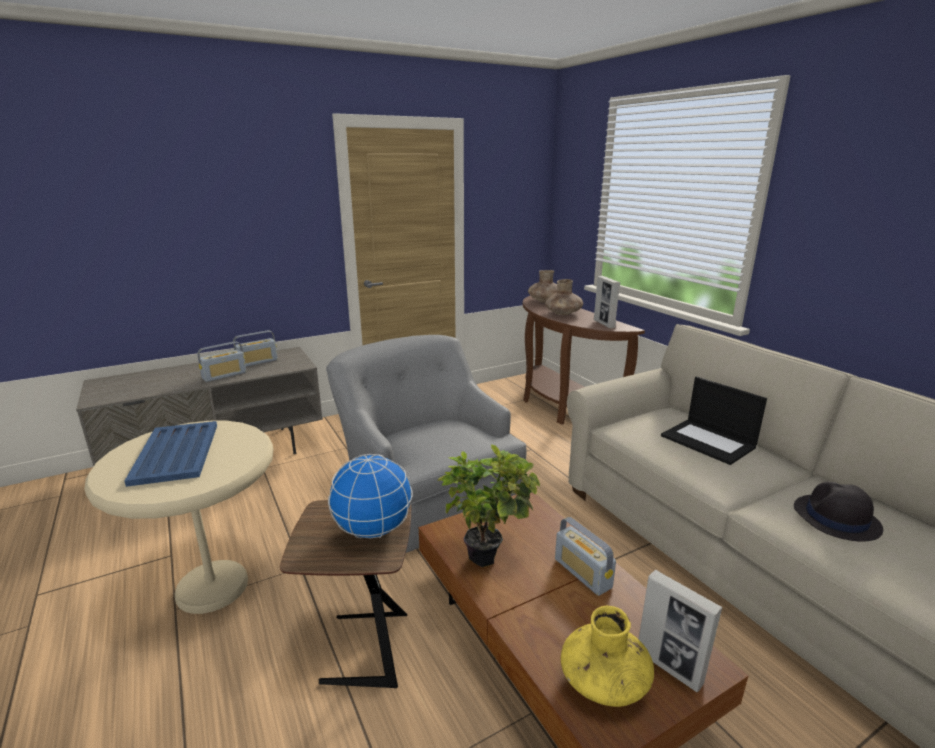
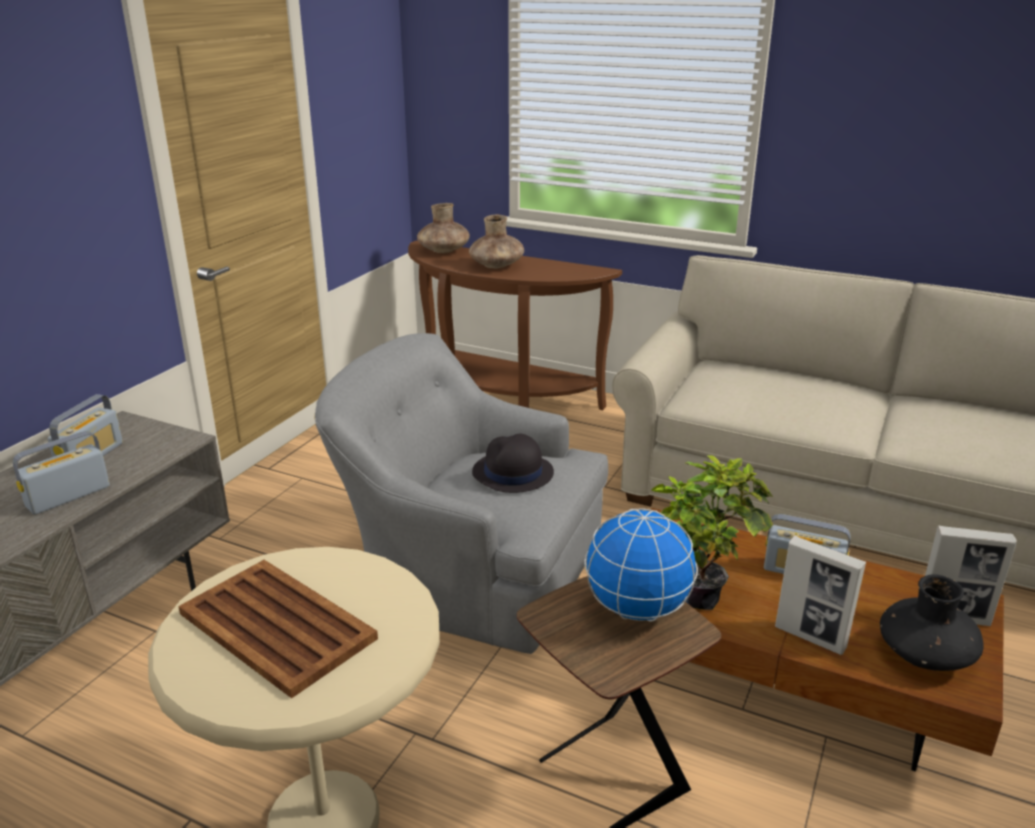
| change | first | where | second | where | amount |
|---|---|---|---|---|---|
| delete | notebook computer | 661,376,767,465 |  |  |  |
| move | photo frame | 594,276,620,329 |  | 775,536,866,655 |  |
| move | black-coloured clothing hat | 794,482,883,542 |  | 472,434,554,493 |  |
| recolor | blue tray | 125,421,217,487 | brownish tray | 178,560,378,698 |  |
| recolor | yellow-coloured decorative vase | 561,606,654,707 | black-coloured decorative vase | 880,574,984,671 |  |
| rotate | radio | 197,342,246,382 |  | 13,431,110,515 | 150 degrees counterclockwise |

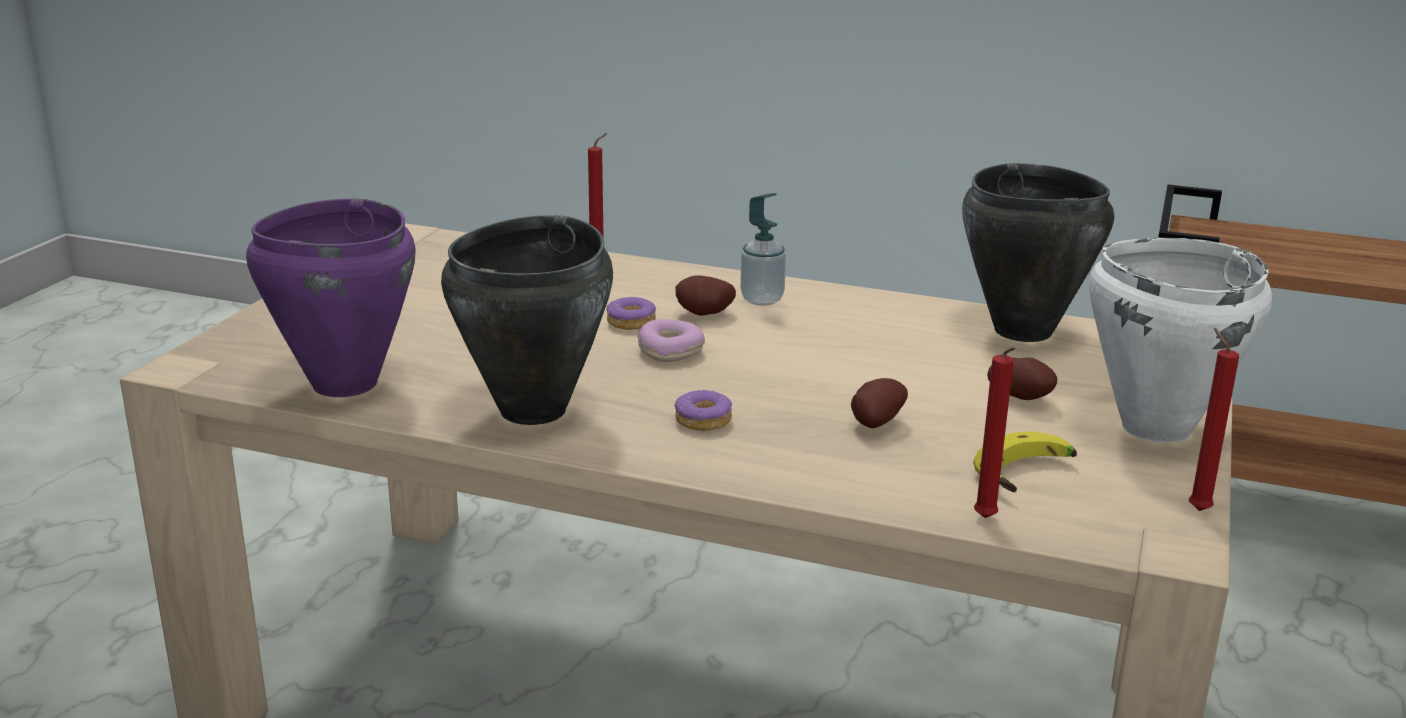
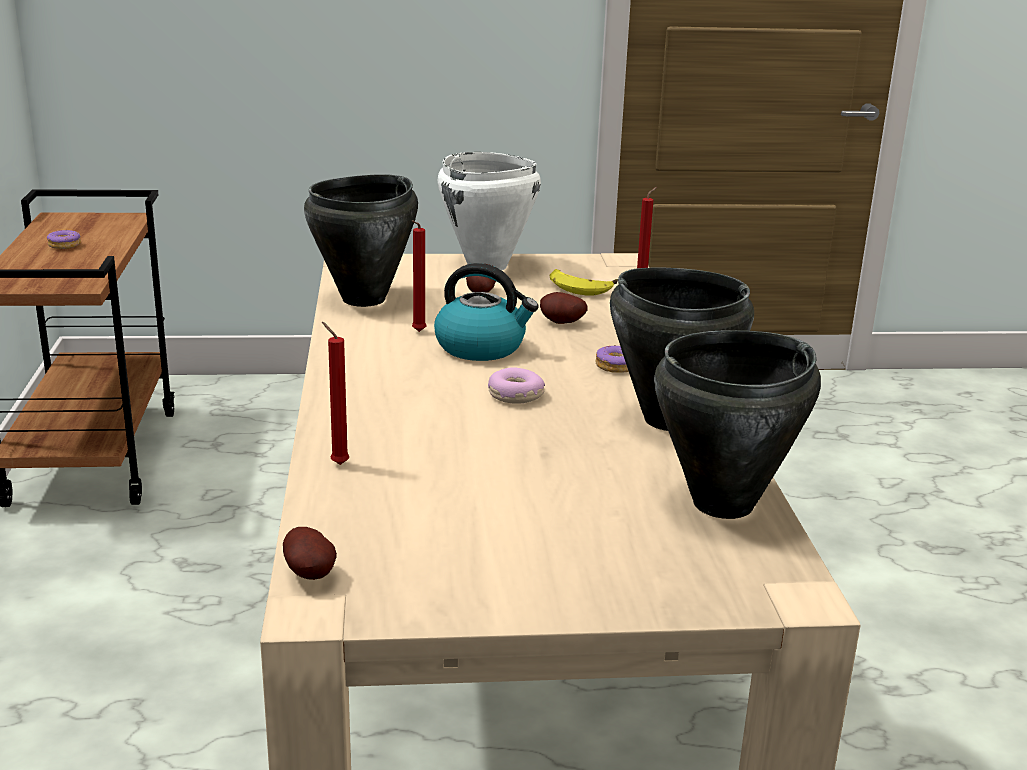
| change | first | where | second | where | amount |
|---|---|---|---|---|---|
| delete | soap bottle | 740,193,786,306 |  |  |  |
| insert |  |  | water kettle | 434,263,539,361 |  |
| move | ring doughnut | 606,296,656,330 |  | 47,230,81,249 |  |
| move | whole potato | 675,275,736,316 |  | 283,527,337,580 |  |
| move | red wax candle | 1189,328,1239,511 |  | 412,220,427,332 |  |
| recolor | purple-coloured stockpot | 246,198,416,397 | black-coloured stockpot | 654,330,821,519 |  |

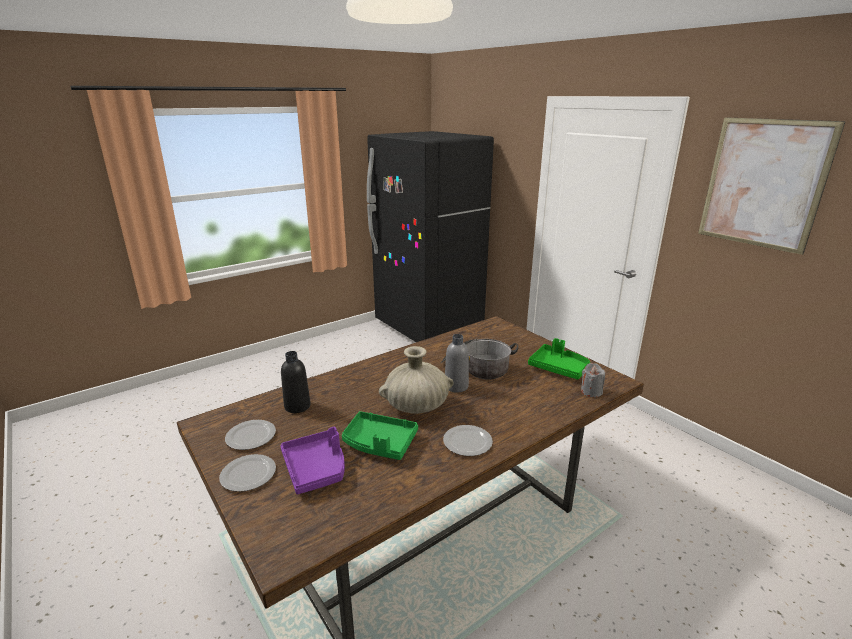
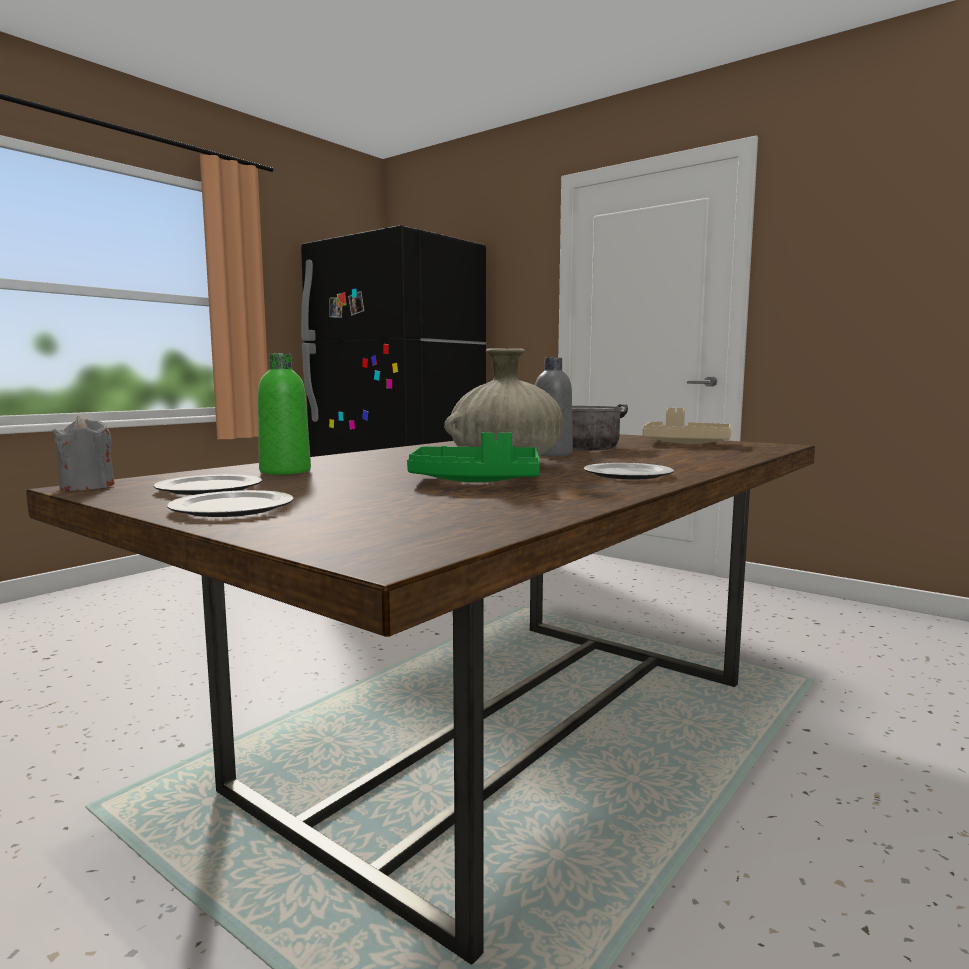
| change | first | where | second | where | amount |
|---|---|---|---|---|---|
| delete | purple-coloured tray | 280,427,345,494 |  |  |  |
| delete | wall picture | 698,117,845,255 |  |  |  |
| move | greyish wax candle | 581,363,605,397 |  | 52,416,115,491 |  |
| recolor | black-coloured beverage bottle | 281,351,311,413 | green beverage bottle | 258,354,311,475 |  |
| recolor | green tray | 528,338,590,380 | beige tray | 643,408,732,444 |  |

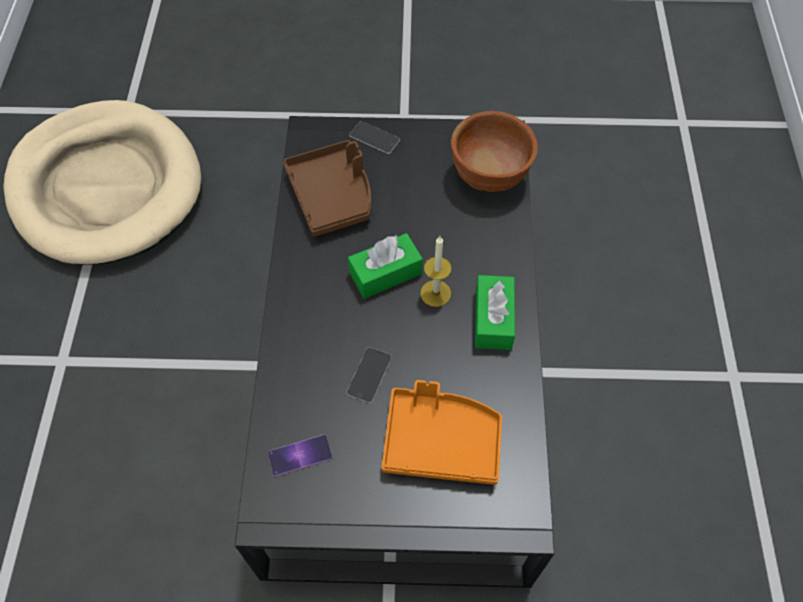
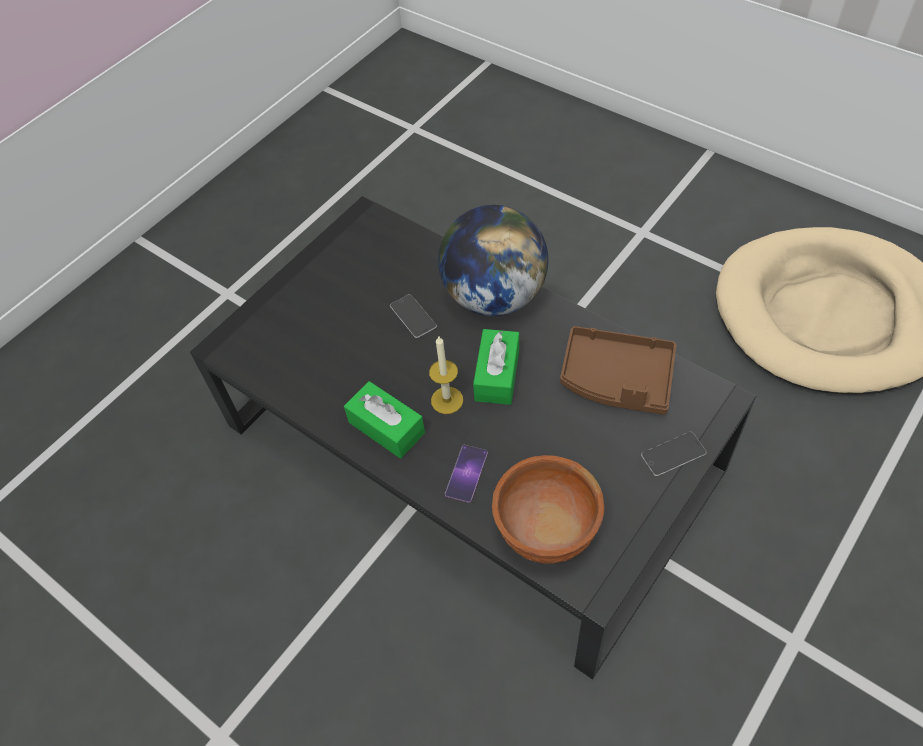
| change | first | where | second | where | amount |
|---|---|---|---|---|---|
| delete | orange tray | 382,380,502,485 |  |  |  |
| insert |  |  | globe | 438,205,548,316 |  |
| move | phone | 268,434,333,477 |  | 445,445,488,503 |  |

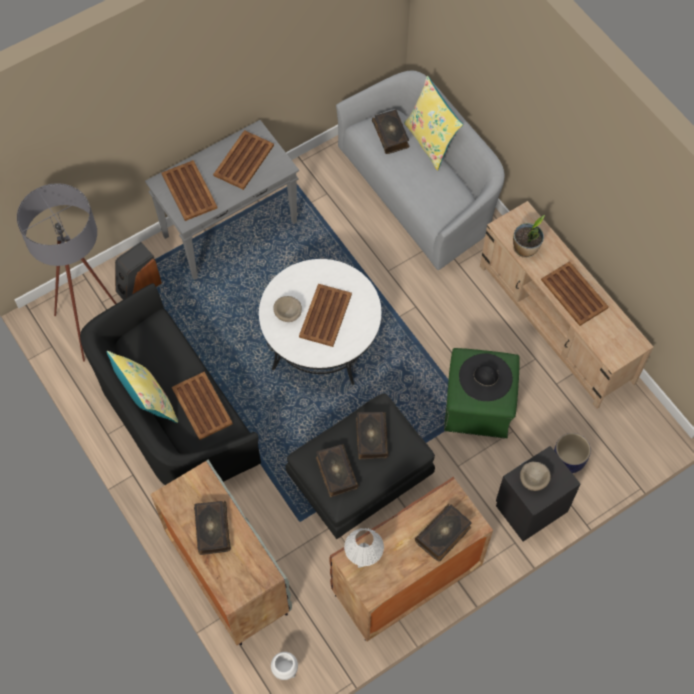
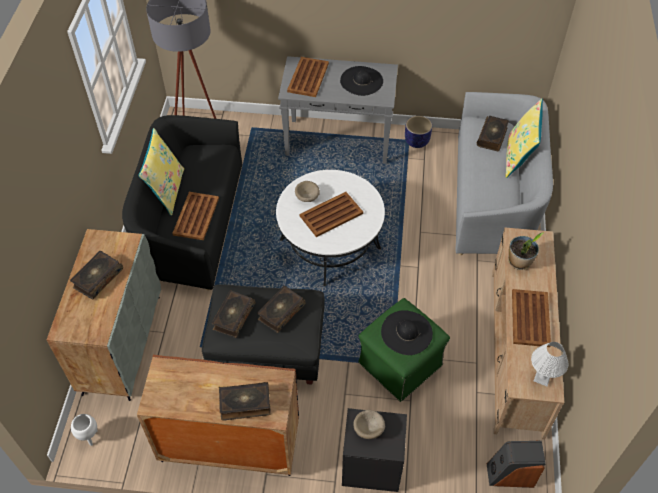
| change | first | where | second | where | amount |
|---|---|---|---|---|---|
| move | speaker | 115,242,162,300 |  | 487,440,546,488 |  |
| move | white lamp for a table | 344,528,384,568 |  | 531,342,568,386 |  |
| move | plant pot | 554,433,591,473 |  | 405,116,432,148 |  |
| replace | brownish tray | 213,130,274,190 | black-coloured clothing hat | 340,66,383,96 |  |

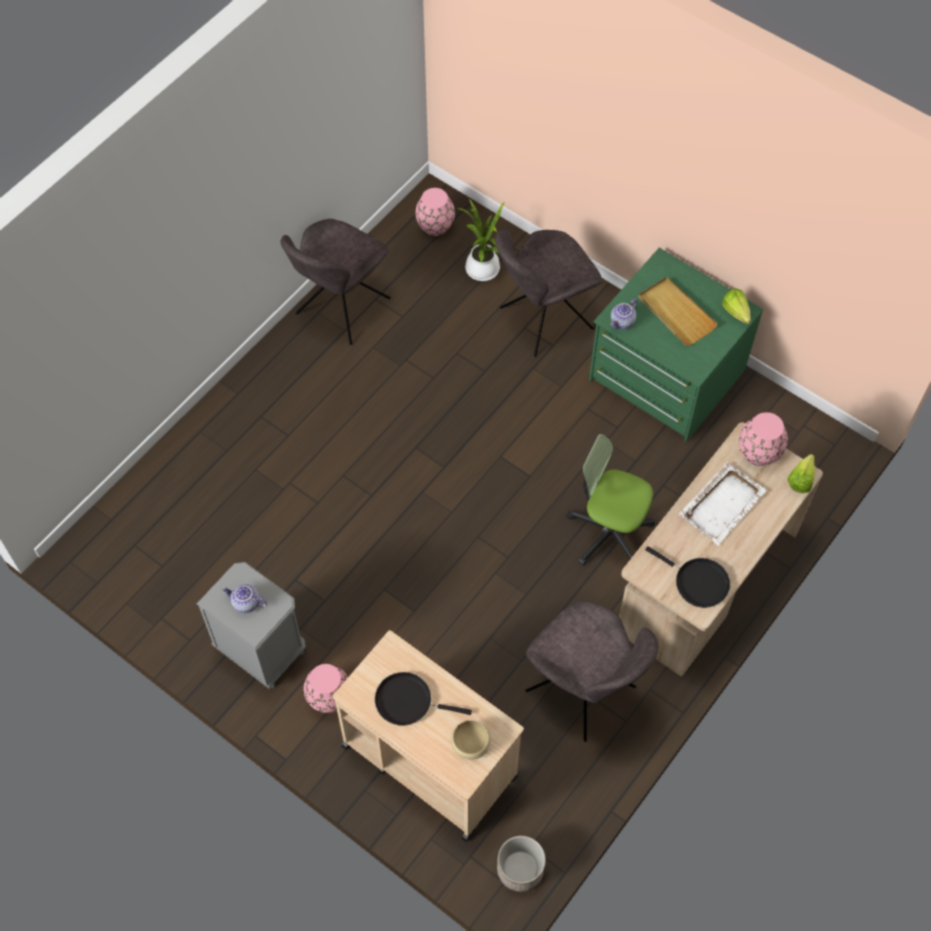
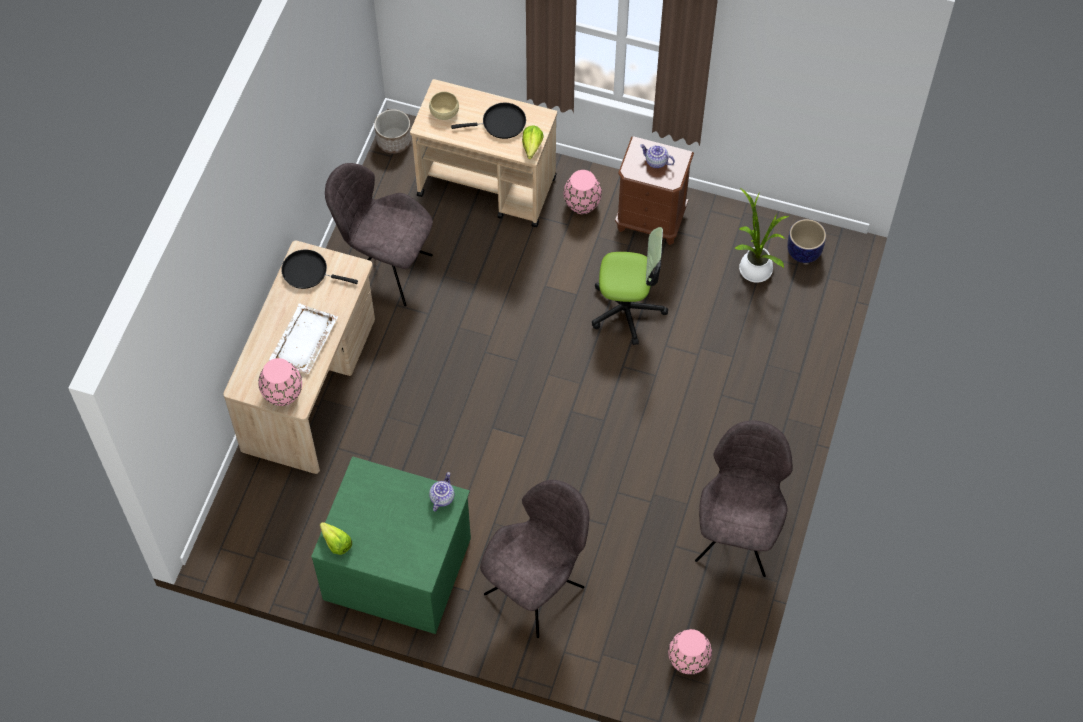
| change | first | where | second | where | amount |
|---|---|---|---|---|---|
| delete | beige tray | 638,277,718,346 |  |  |  |
| insert |  |  | plant pot | 788,219,826,263 |  |
| move | potted plant | 457,199,504,281 |  | 734,188,789,283 |  |
| move | computer chair | 566,434,655,566 |  | 592,227,668,345 |  |
| move | lettuce | 788,454,815,493 |  | 522,125,544,159 |  |
| recolor | greyish nightstand | 197,562,306,688 | brownish nightstand | 615,136,694,245 |  |
| rotate | teapot | 221,584,267,613 |  | 640,144,675,168 | 150 degrees counterclockwise |

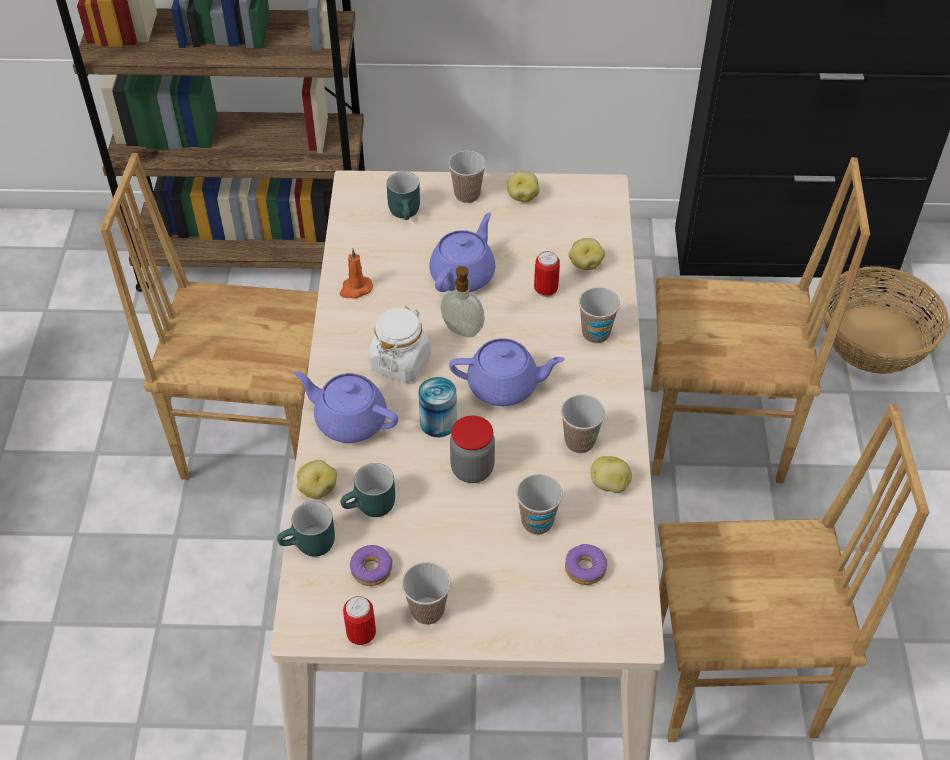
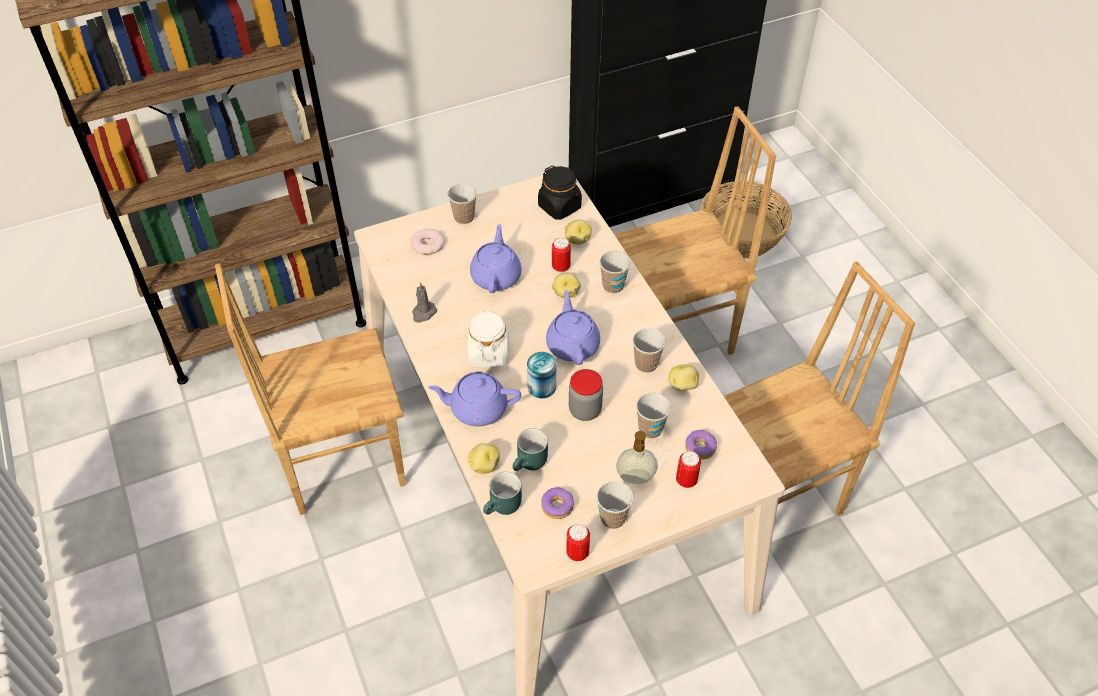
| change | first | where | second | where | amount |
|---|---|---|---|---|---|
| insert |  |  | black-coloured storage jar | 538,165,582,220 |  |
| insert |  |  | can | 676,451,701,488 |  |
| move | soap bottle | 441,266,485,337 |  | 616,431,658,484 |  |
| move | whole potato | 507,171,540,203 |  | 552,272,581,298 |  |
| replace | turquoise coffee mug | 387,172,420,220 | ring doughnut | 410,229,445,255 |  |
| recolor | orange wax candle | 340,249,373,298 | greyish wax candle | 412,282,437,323 |  |
| rotate | purple-coloured teapot | 449,338,565,406 |  | 546,290,600,365 | 75 degrees counterclockwise |

